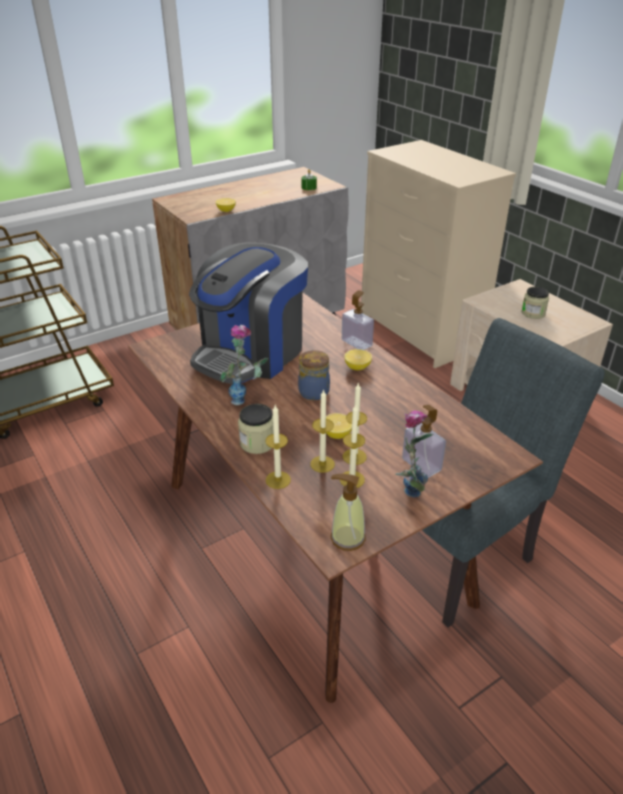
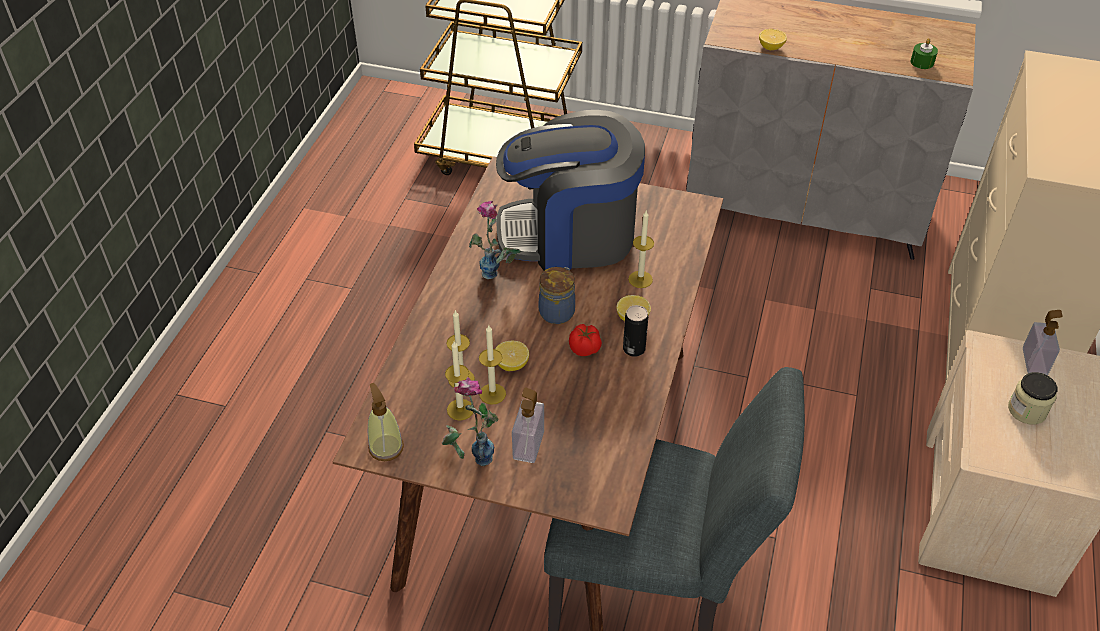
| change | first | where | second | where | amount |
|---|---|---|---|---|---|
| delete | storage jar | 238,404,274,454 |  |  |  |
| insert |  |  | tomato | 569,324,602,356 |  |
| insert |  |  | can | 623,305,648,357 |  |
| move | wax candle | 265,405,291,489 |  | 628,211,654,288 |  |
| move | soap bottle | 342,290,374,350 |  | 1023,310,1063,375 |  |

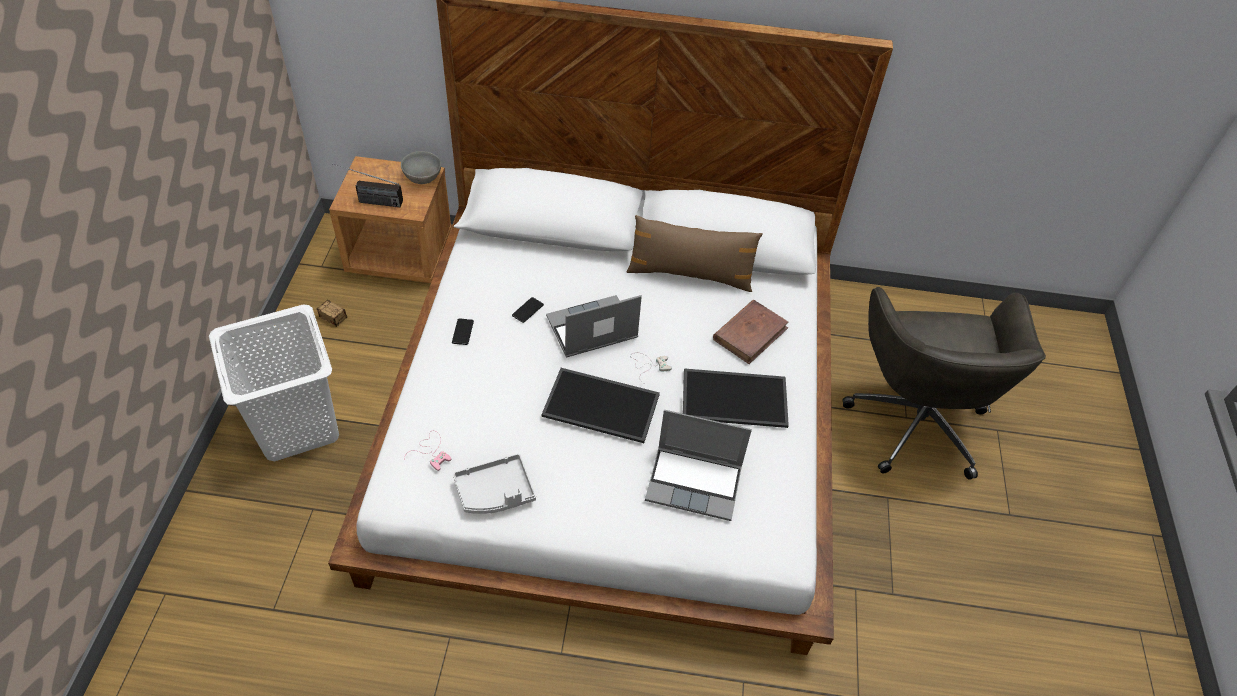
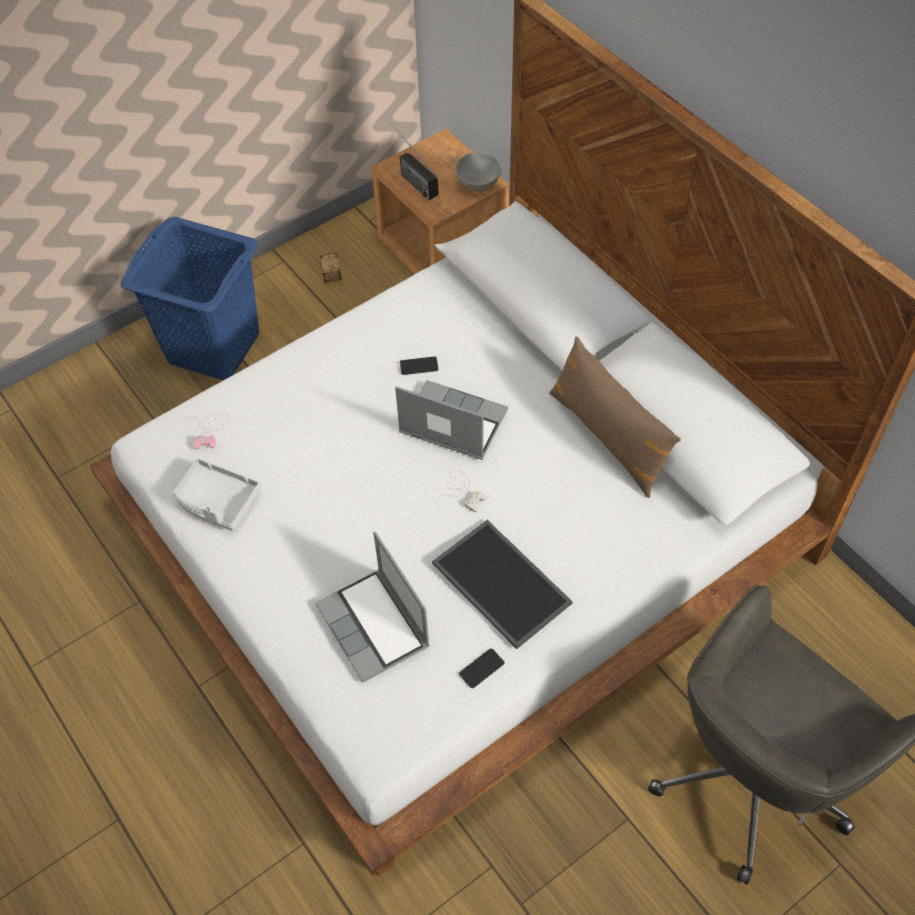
| change | first | where | second | where | amount |
|---|---|---|---|---|---|
| delete | tray | 541,368,660,443 |  |  |  |
| delete | brownish volume | 713,300,789,364 |  |  |  |
| move | phone | 452,319,474,345 |  | 459,649,505,688 |  |
| recolor | white laundry basket | 209,304,339,461 | blue laundry basket | 121,217,259,380 |  |

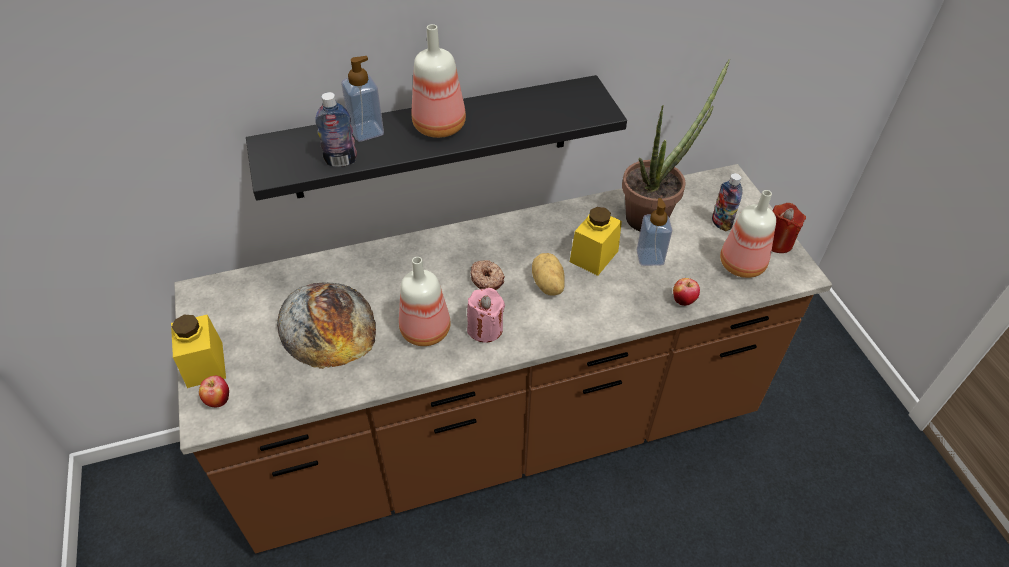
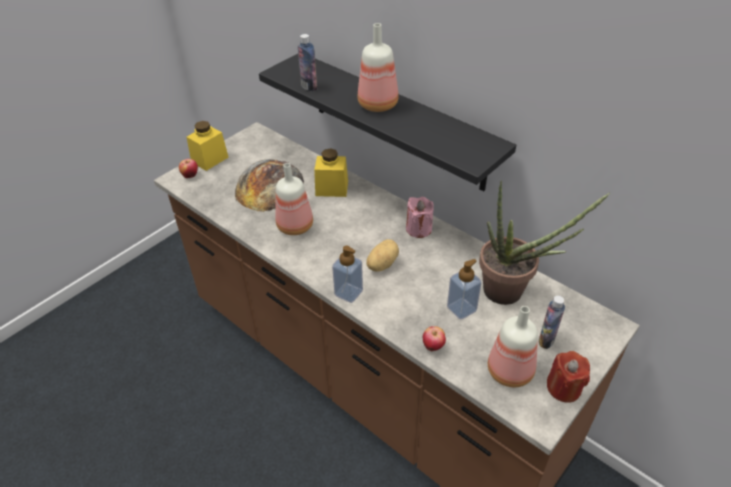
| change | first | where | second | where | amount |
|---|---|---|---|---|---|
| delete | ring doughnut | 471,260,505,290 |  |  |  |
| move | soap bottle | 341,56,384,142 |  | 332,246,363,303 |  |
| move | pink-coloured wax candle | 467,288,505,343 |  | 406,197,434,238 |  |
| move | yellow-coloured storage jar | 570,207,622,276 |  | 314,148,348,197 |  |

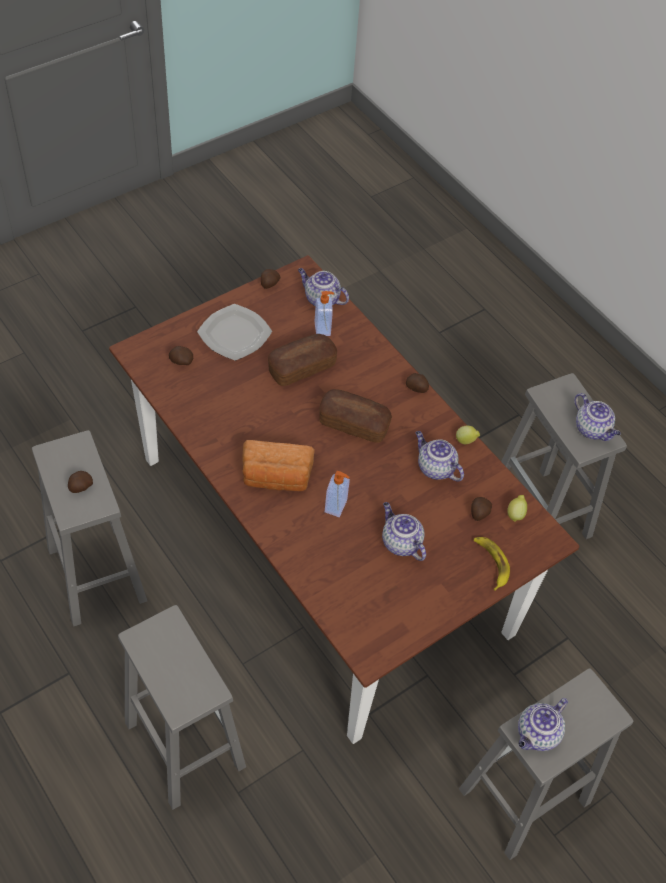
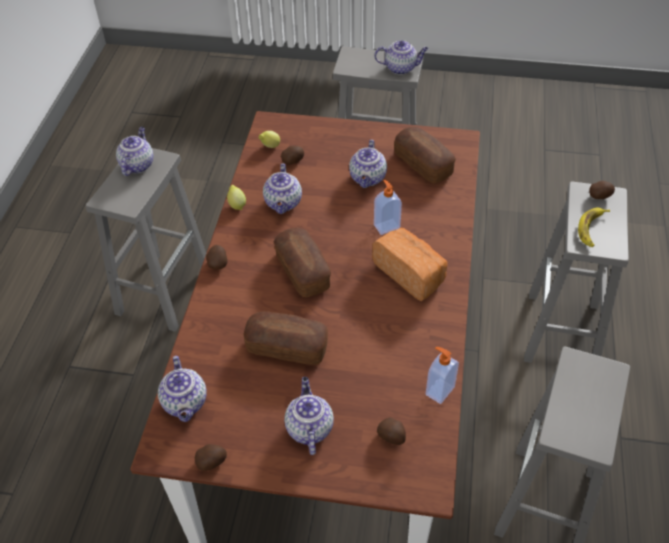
| change | first | where | second | where | amount |
|---|---|---|---|---|---|
| insert |  |  | baked bread | 394,127,456,183 |  |
| move | whole potato | 68,471,93,493 |  | 589,181,615,199 |  |
| move | soap bottle | 315,291,334,336 |  | 426,347,459,404 |  |
| move | banana fruit | 474,537,510,591 |  | 578,208,610,247 |  |
| replace | plate | 197,304,272,361 | teapot | 284,377,334,455 |  |

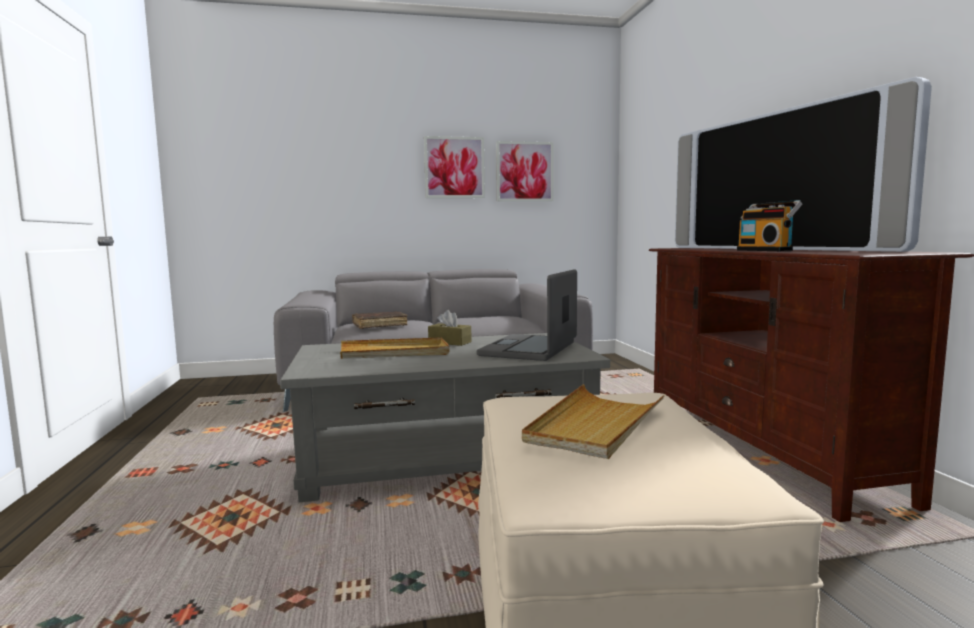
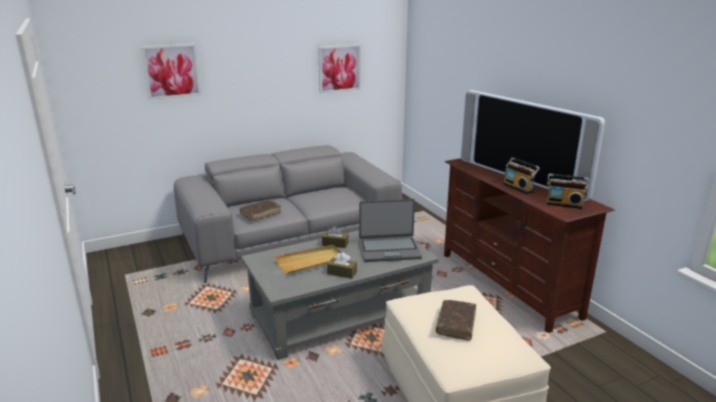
| change | first | where | second | where | amount |
|---|---|---|---|---|---|
| insert |  |  | brownish tissue holder | 327,252,357,279 |  |
| insert |  |  | radio | 546,174,589,209 |  |
| move | wall picture | 424,136,485,198 |  | 141,44,201,100 |  |
| replace | beige tray | 522,384,665,459 | brownish volume | 436,300,476,341 |  |
| rotate | notebook computer | 477,269,577,361 |  | 359,199,422,262 | 105 degrees counterclockwise |

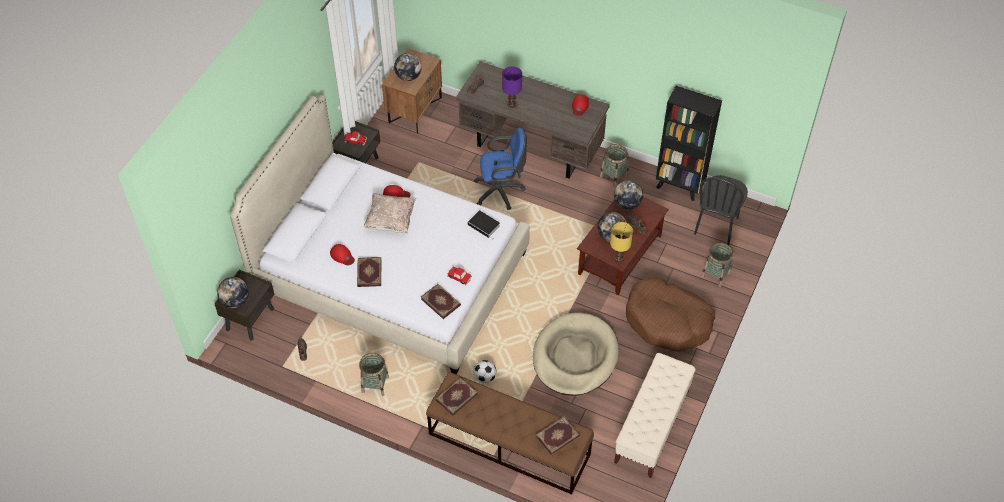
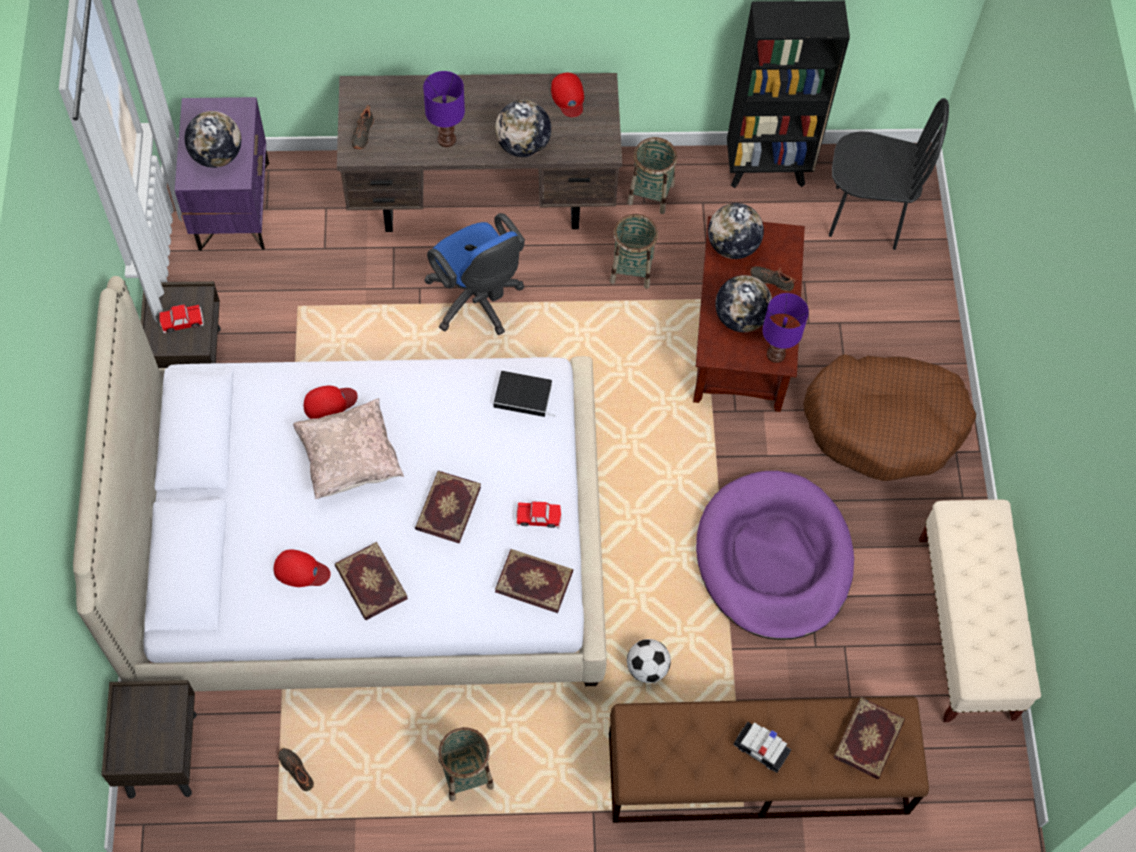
| change | first | where | second | where | amount |
|---|---|---|---|---|---|
| insert |  |  | miniature car | 733,722,791,773 |  |
| move | globe | 217,277,249,308 |  | 495,100,551,157 |  |
| move | volume | 435,378,478,416 |  | 415,471,481,544 |  |
| move | household basket | 701,243,733,287 |  | 610,214,658,289 |  |
| recolor | brownish nightstand | 382,48,442,133 | purple-coloured nightstand | 175,97,269,251 |  |
| recolor | beige dog cushion | 533,313,619,396 | purple-coloured dog cushion | 696,471,854,640 |  |
| recolor | yellow-coloured lamp for a table | 610,222,633,262 | purple-coloured lamp for a table | 762,293,809,363 |  |
| rotate | blue computer chair | 474,128,527,210 |  | 424,213,525,335 | 90 degrees clockwise |
| rotate | black-coloured chair | 694,175,748,245 |  | 829,98,949,250 | 75 degrees counterclockwise |

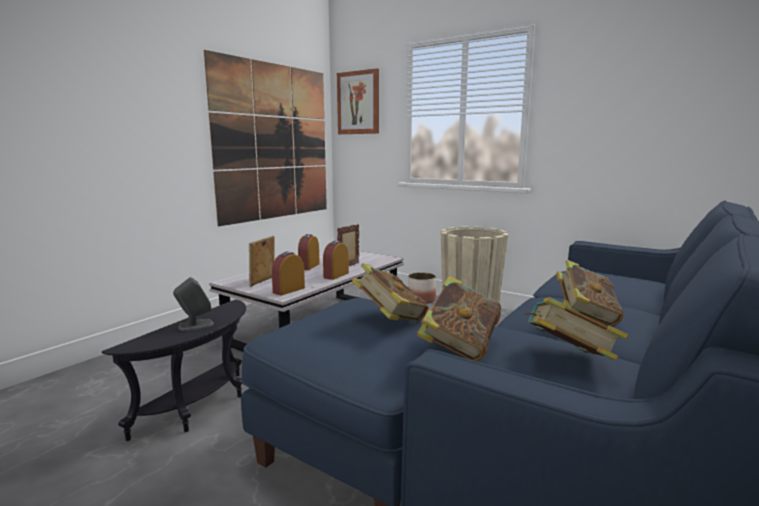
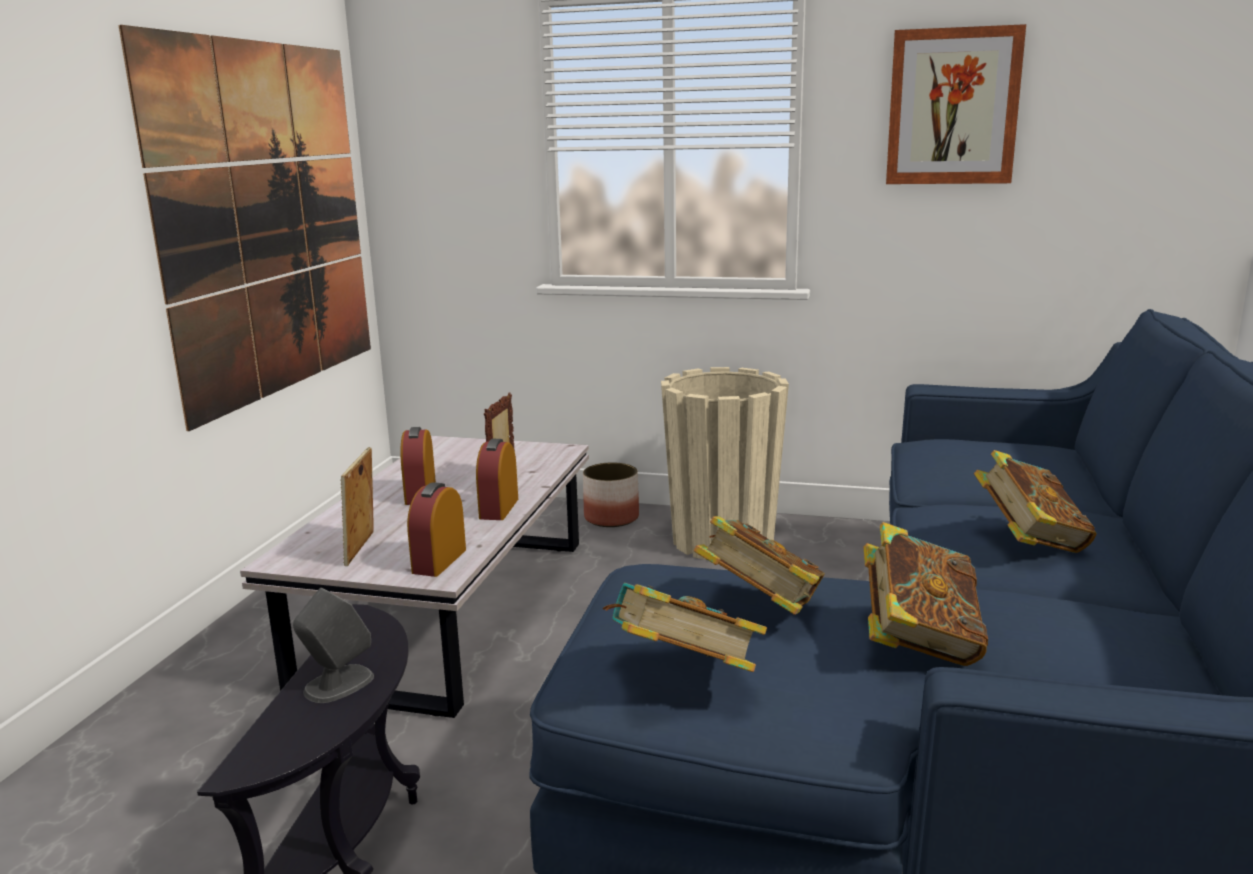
| change | first | where | second | where | amount |
|---|---|---|---|---|---|
| move | wall picture | 337,68,379,134 |  | 886,24,1026,184 |  |
| move | volume | 523,297,628,360 |  | 603,583,767,672 |  |

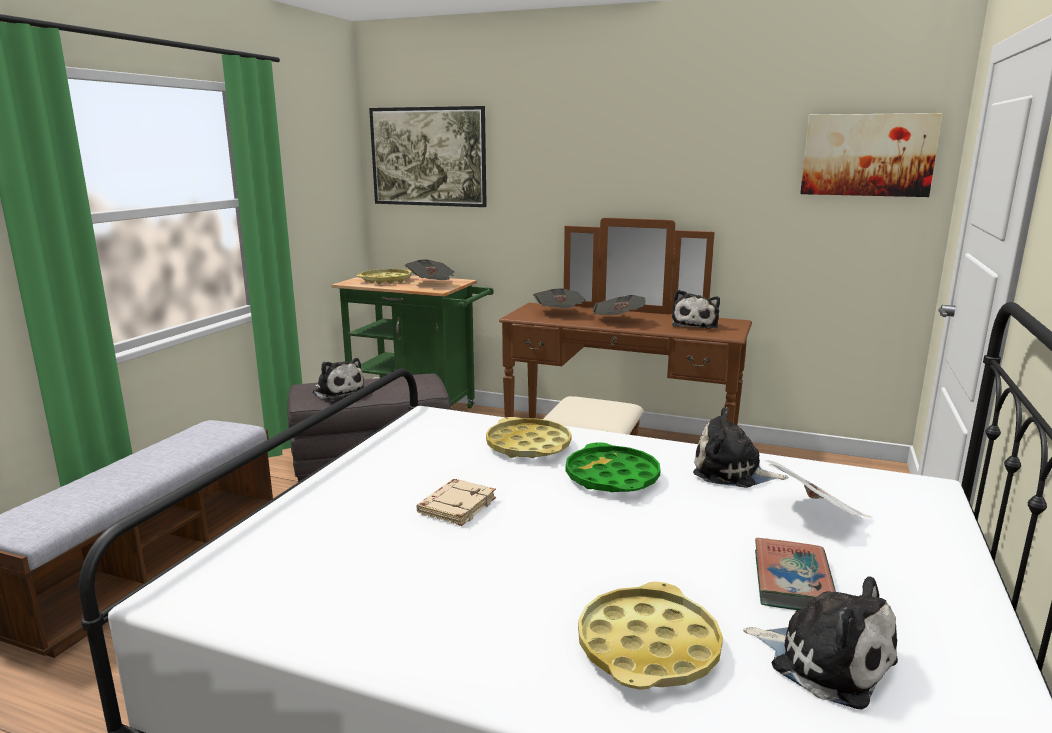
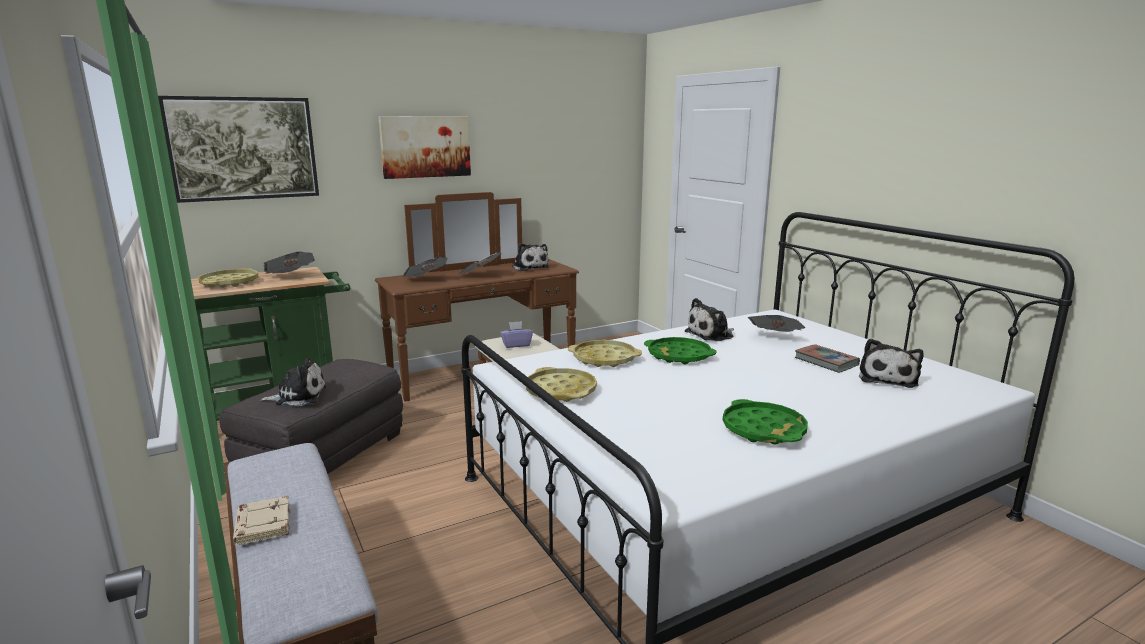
| change | first | where | second | where | amount |
|---|---|---|---|---|---|
| insert |  |  | purple-coloured tissue holder | 500,321,533,348 |  |
| insert |  |  | green tray | 723,399,808,444 |  |
| move | beige volume | 416,479,496,526 |  | 233,496,290,545 |  |
| move | yellow-coloured tray | 578,582,723,690 |  | 526,367,597,402 |  |
| move | wall picture | 800,113,942,197 |  | 379,117,471,179 |  |
| rotate | soft toy | 743,576,898,710 |  | 859,339,923,388 | 120 degrees clockwise |

